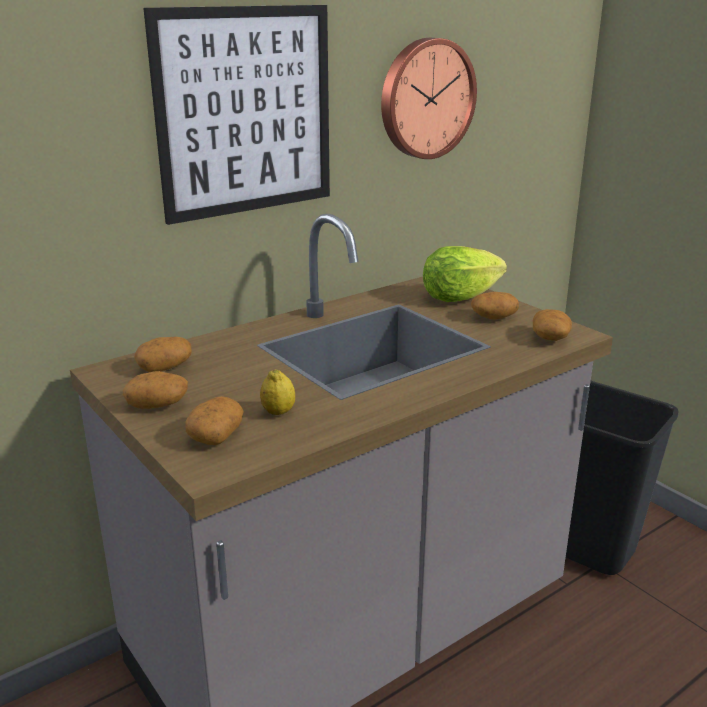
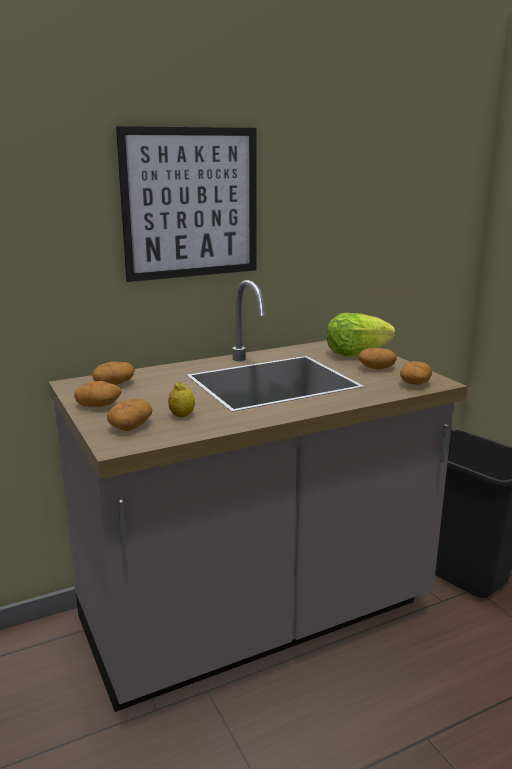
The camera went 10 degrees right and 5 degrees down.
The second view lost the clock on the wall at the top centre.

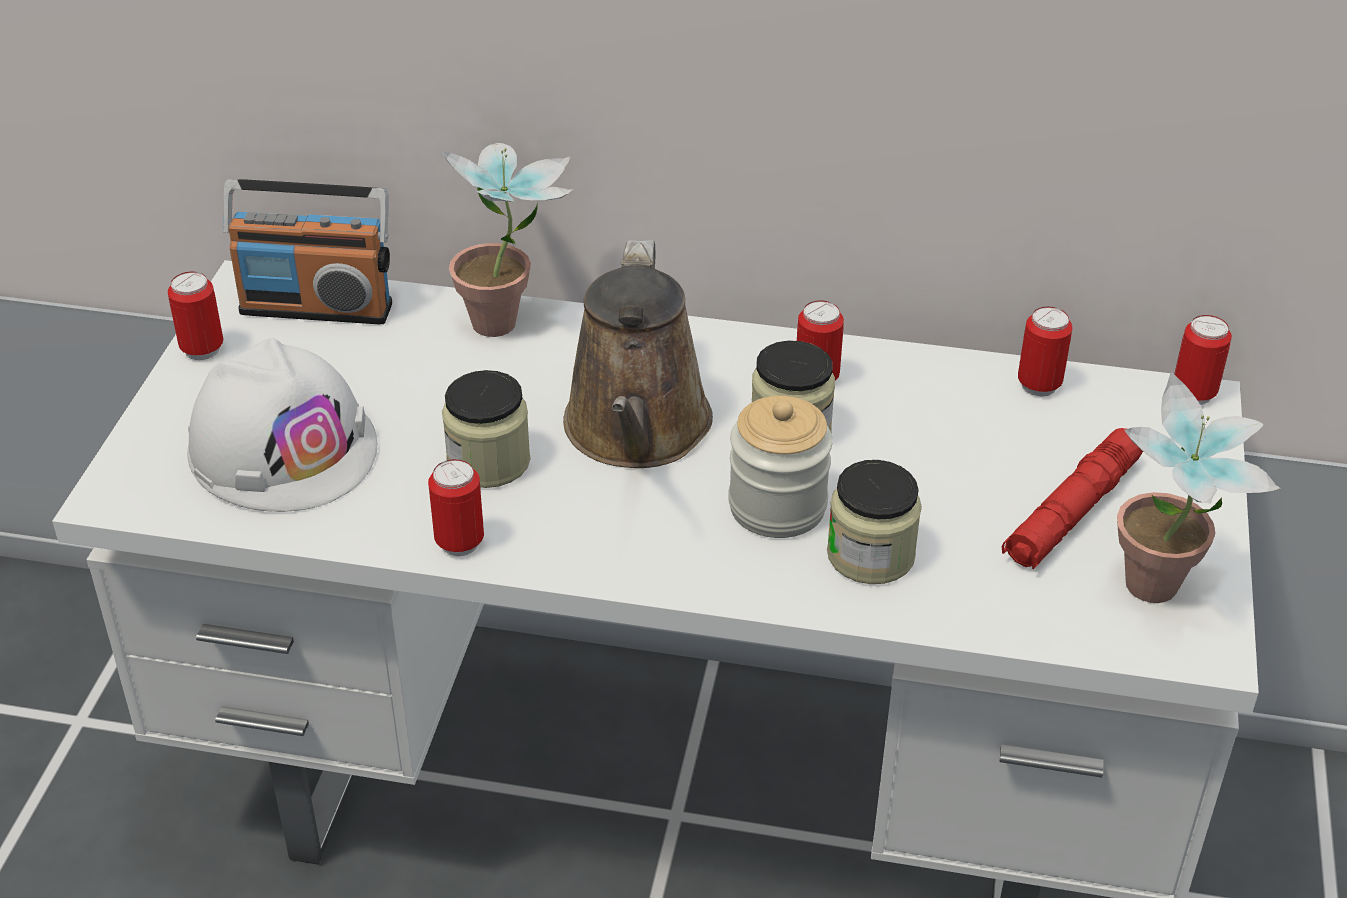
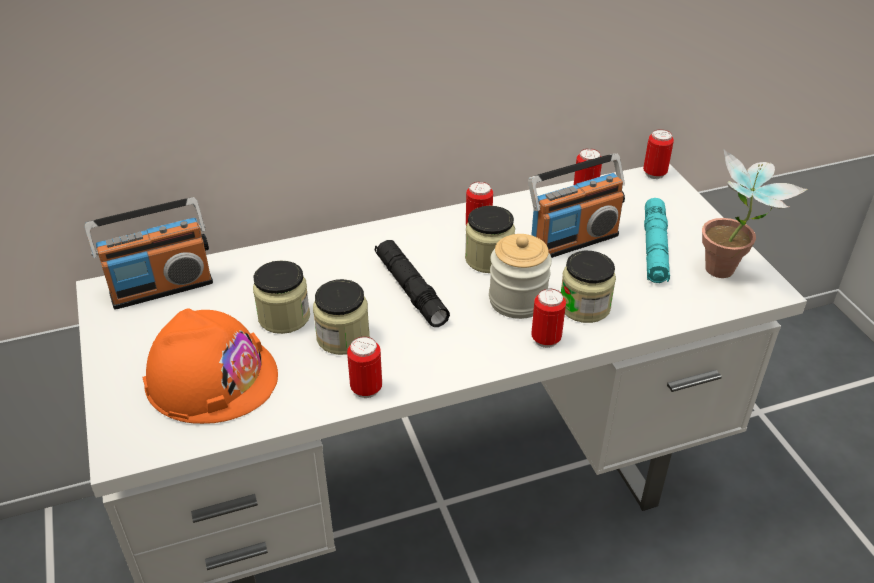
The camera went 30 degrees left and 0 degrees up.
What was the whitish work helmet at the middle left turned into the orange-coloured work helmet at the middle left.
The second view gained the preserve jar (1st from left) at the middle left.
Where the brownish sprinkling can stood at the centre, the black flashlight came to stand at the centre.
The second view gained the radio (2nd from left) at the centre.
The metal can (1st from left in the first image) ended up elsewhere, having gone from the middle left to the centre.
What was the red-coloured flashlight at the middle right turned into the turquoise-coloured flashlight at the middle right.
The second view lost the houseplant (1st from left) at the top centre.

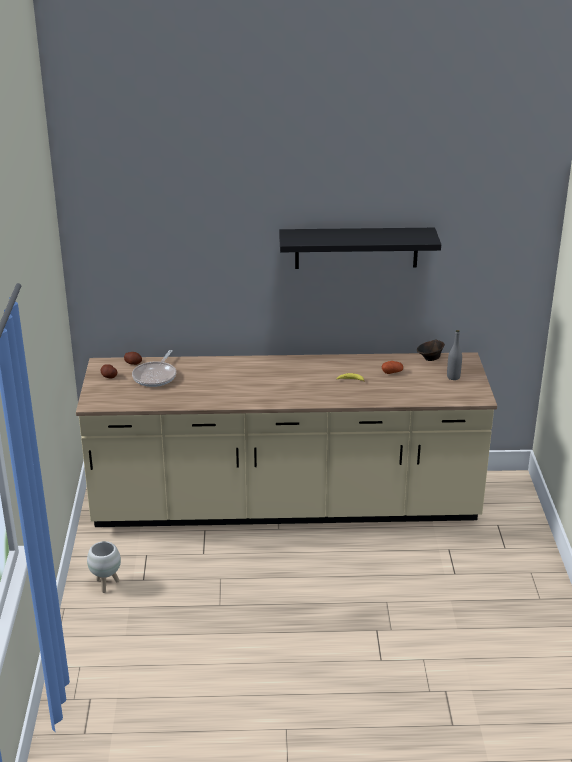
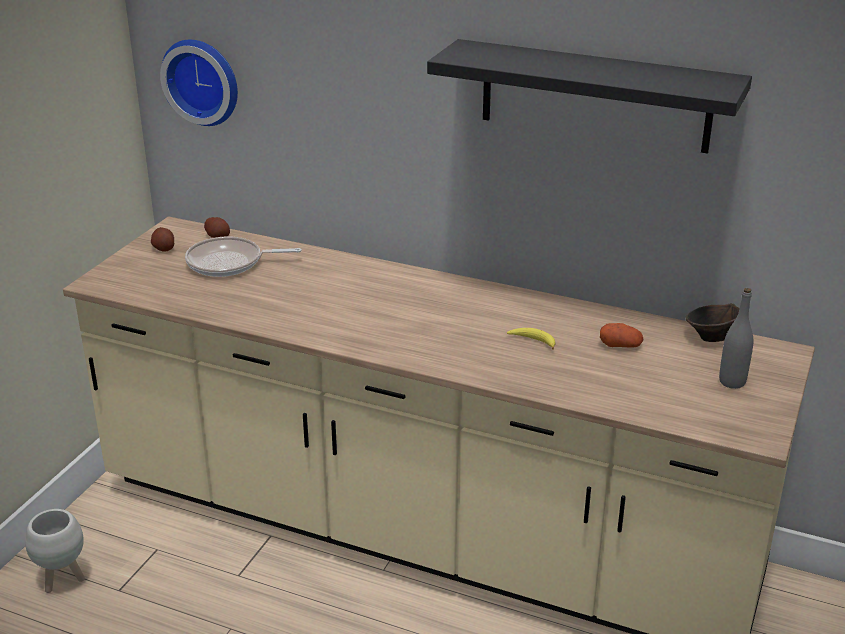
The camera went 25 degrees right and 0 degrees up.
The second view gained the clock on the wall at the top left.
The pan at the middle left ended up facing another way, 45 degrees clockwise from before.

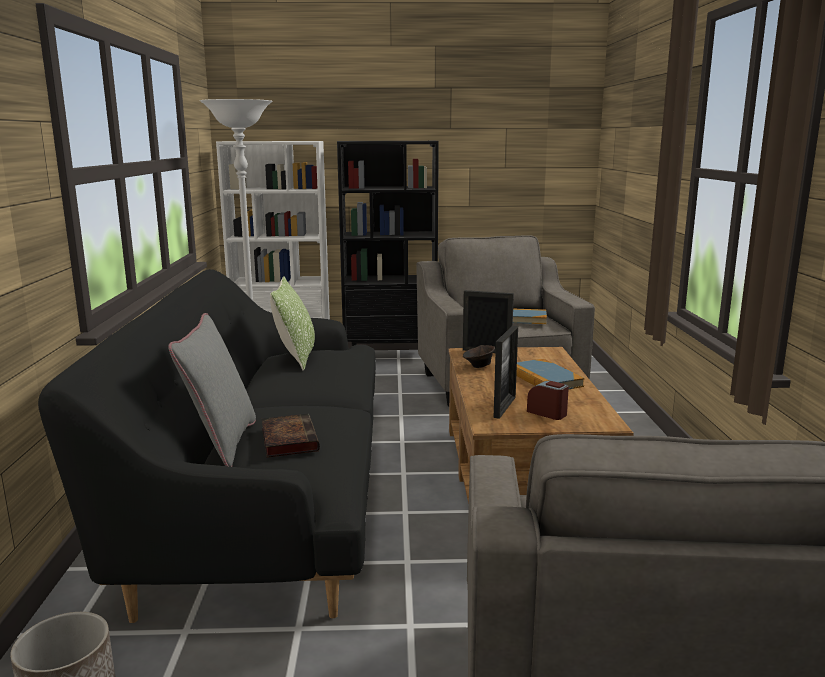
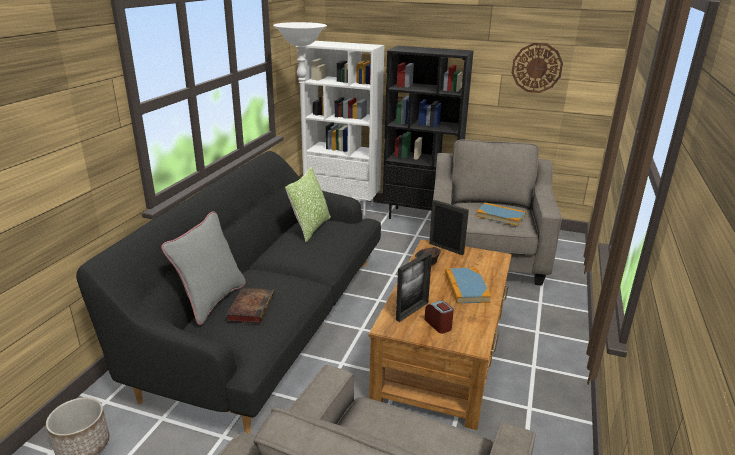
The camera went 20 degrees right and 10 degrees up.
The second view gained the clock on the wall at the top right.

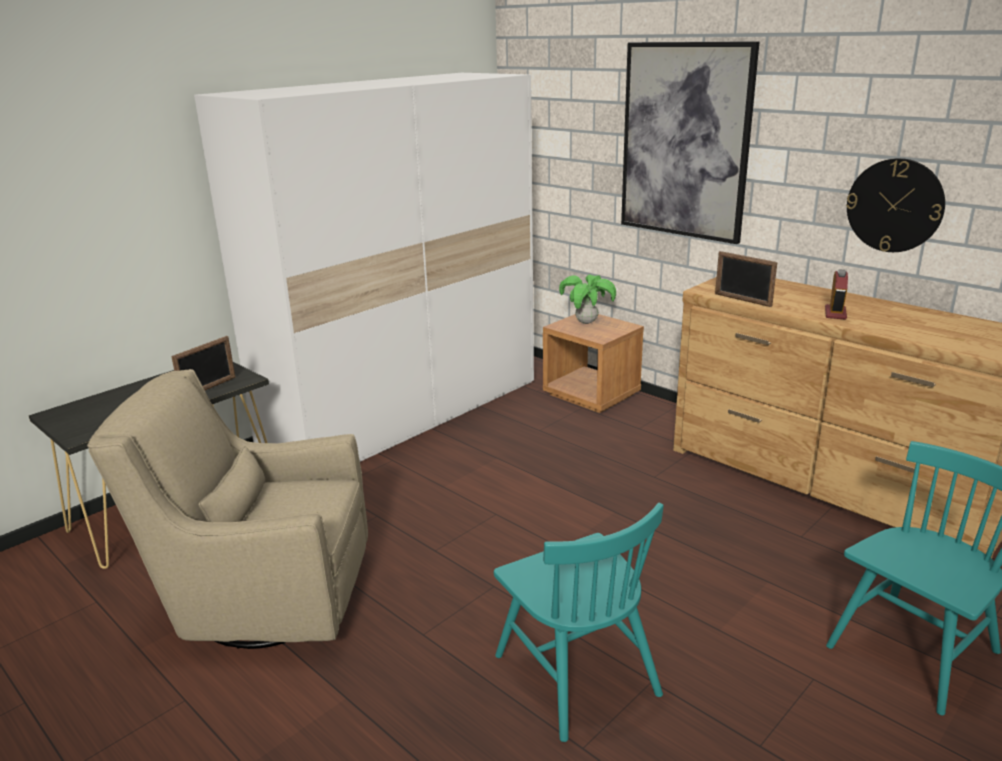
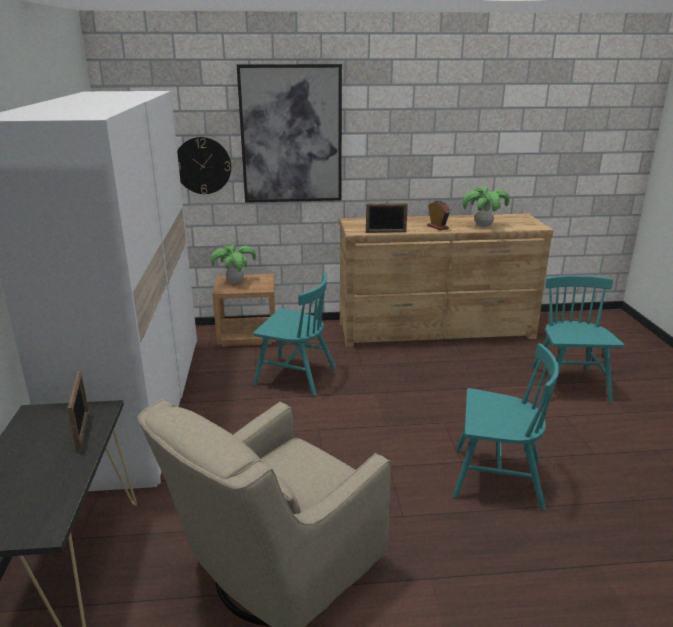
The camera went 50 degrees left and 0 degrees up.
The clock on the wall ended up elsewhere, having gone from the top right to the top left.
The second view gained the turquoise-coloured chair (1st from left) at the centre.
The second view gained the houseplant (2nd from left) at the top right.

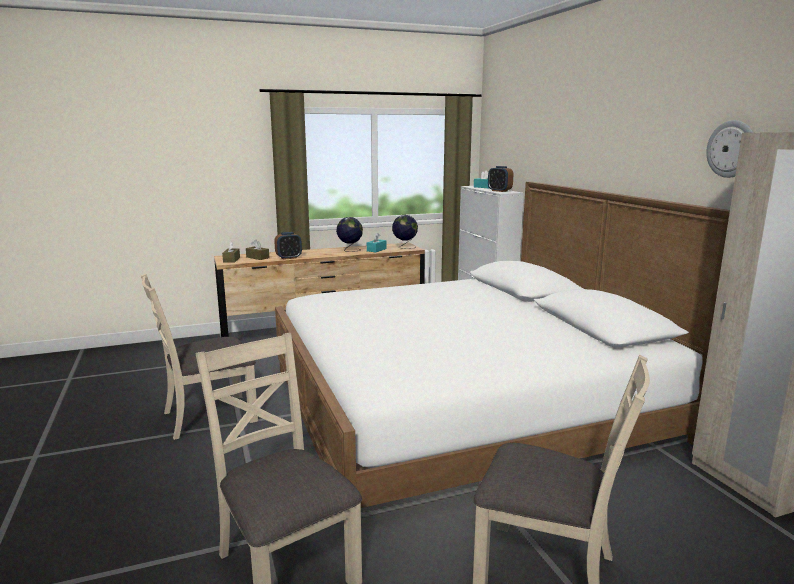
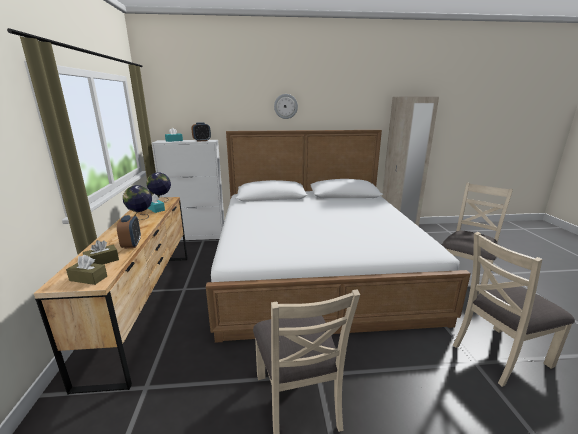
The camera went 75 degrees left and 5 degrees up.
The clock on the wall ended up elsewhere, having gone from the top right to the top centre.

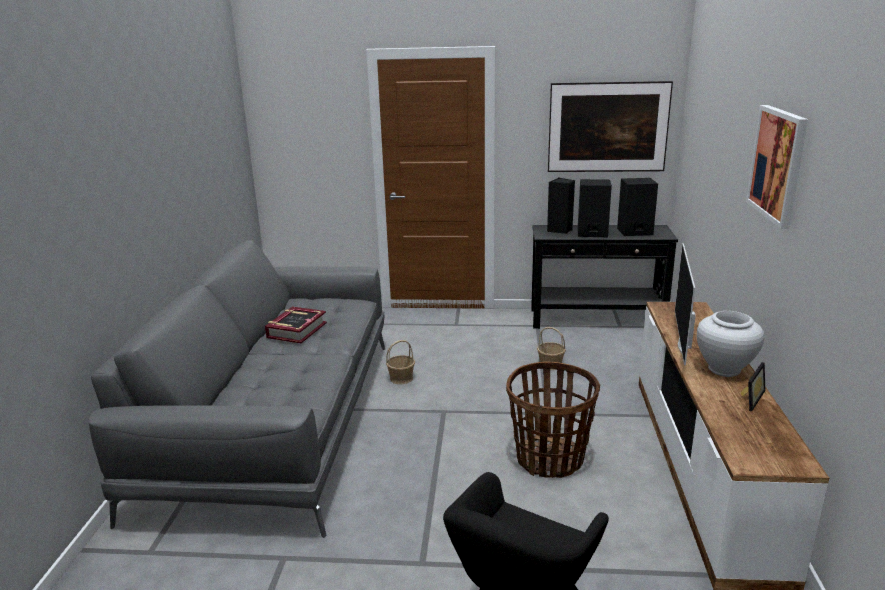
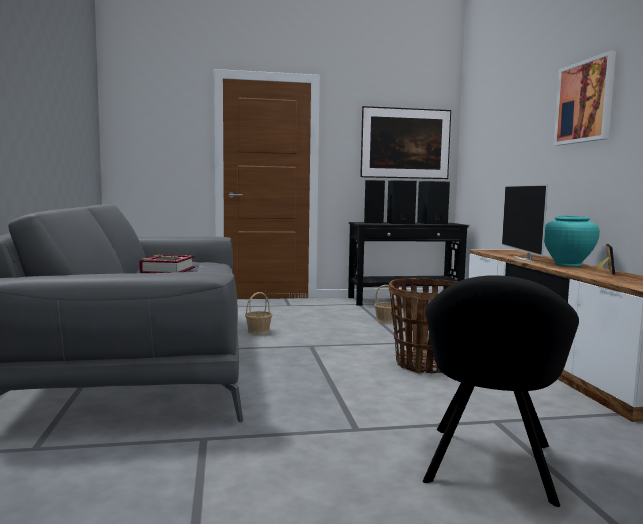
The camera went 15 degrees left and 15 degrees down.
What was the whitish vase at the middle right turned into the turquoise-coloured vase at the middle right.

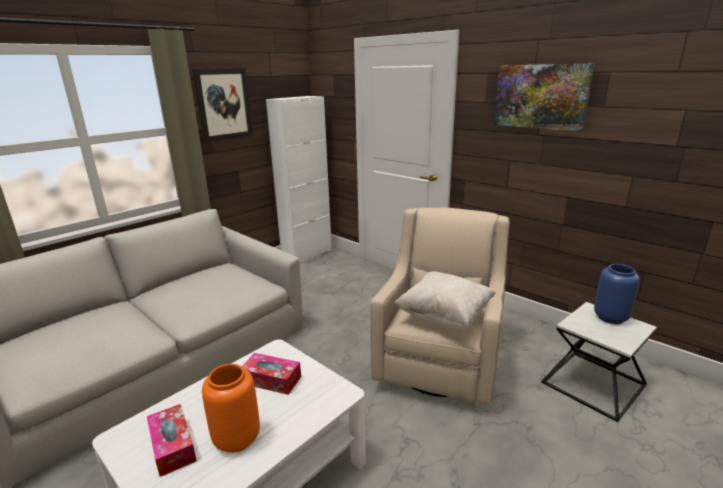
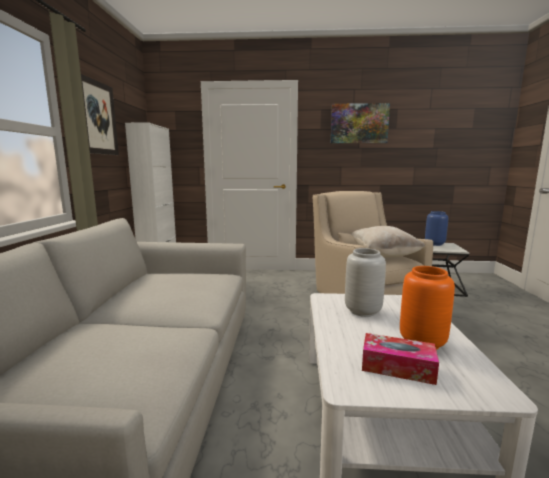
The camera went 40 degrees left and 10 degrees down.
Where the tissue box (2nd from left) stood at the bottom centre, the greyish vase came to stand at the centre.

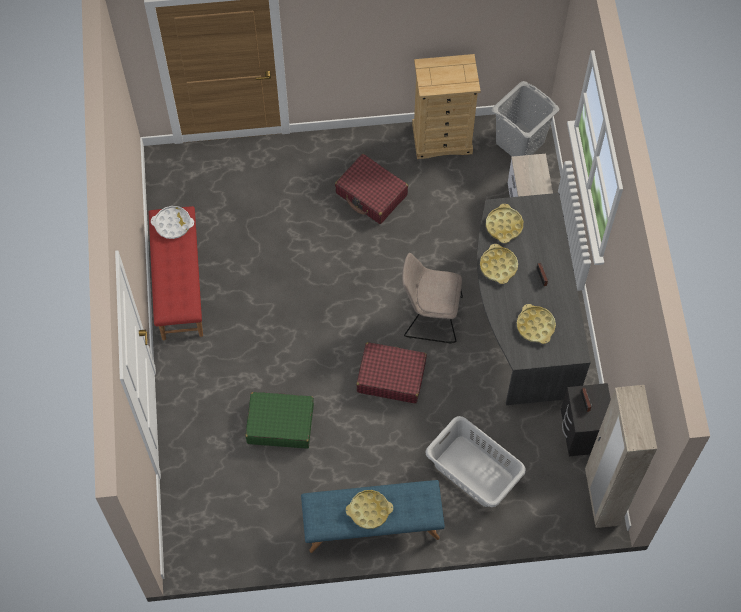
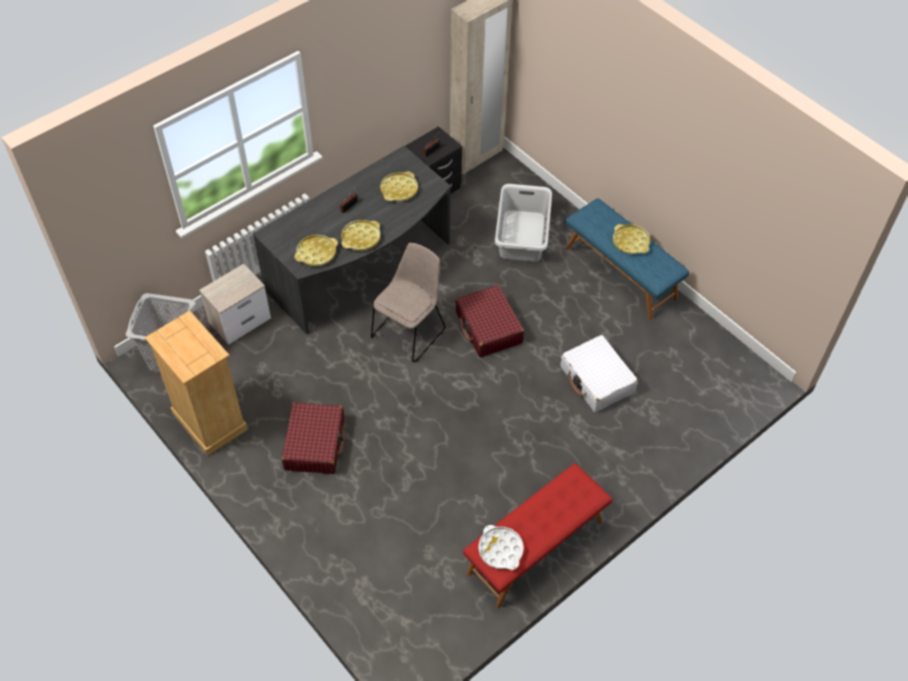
The camera went 125 degrees left and 10 degrees down.
The beige chair at the centre ended up facing another way, 120 degrees counterclockwise from before.
What was the greenish piece of luggage at the bottom centre turned into the whitish piece of luggage at the centre.

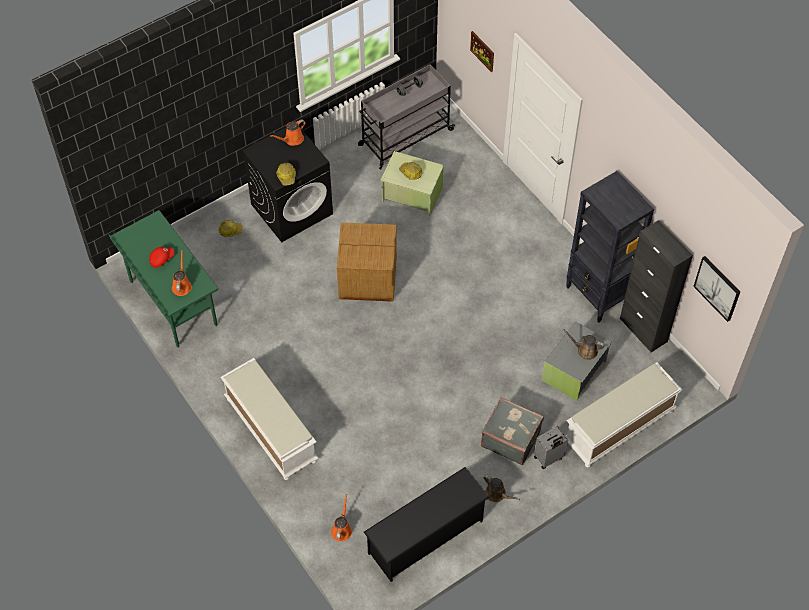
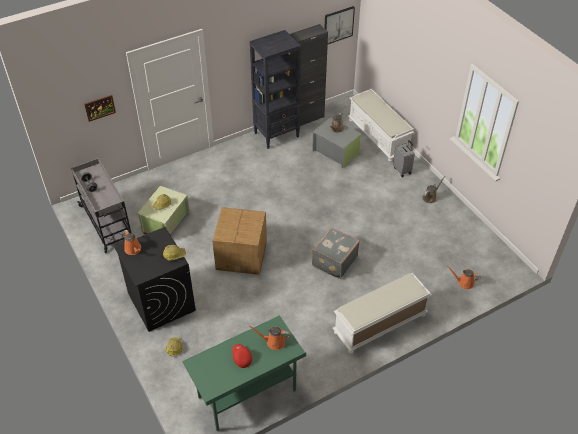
The camera went 85 degrees left and 10 degrees down.
The greyish piece of luggage (1st from left) ended up elsewhere, having gone from the bottom centre to the centre.
The second view lost the black shoe stand at the bottom centre.

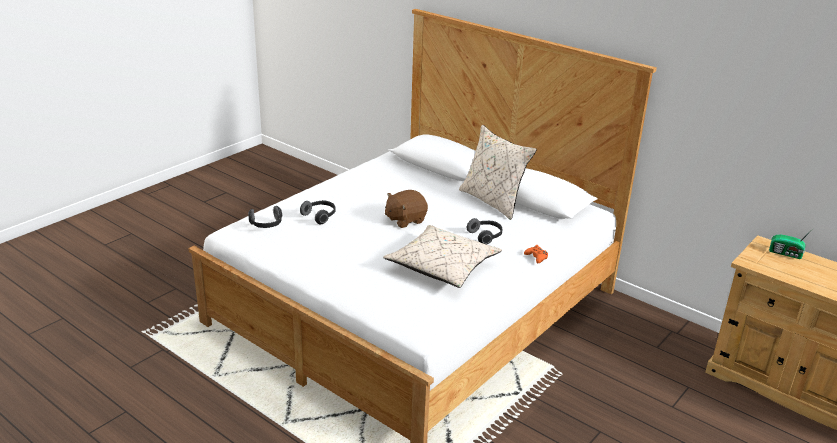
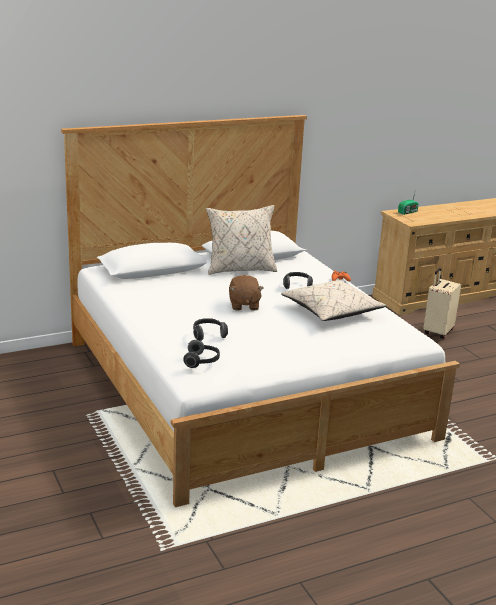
The camera went 65 degrees left and 5 degrees down.
The second view gained the beige piece of luggage at the middle right.

